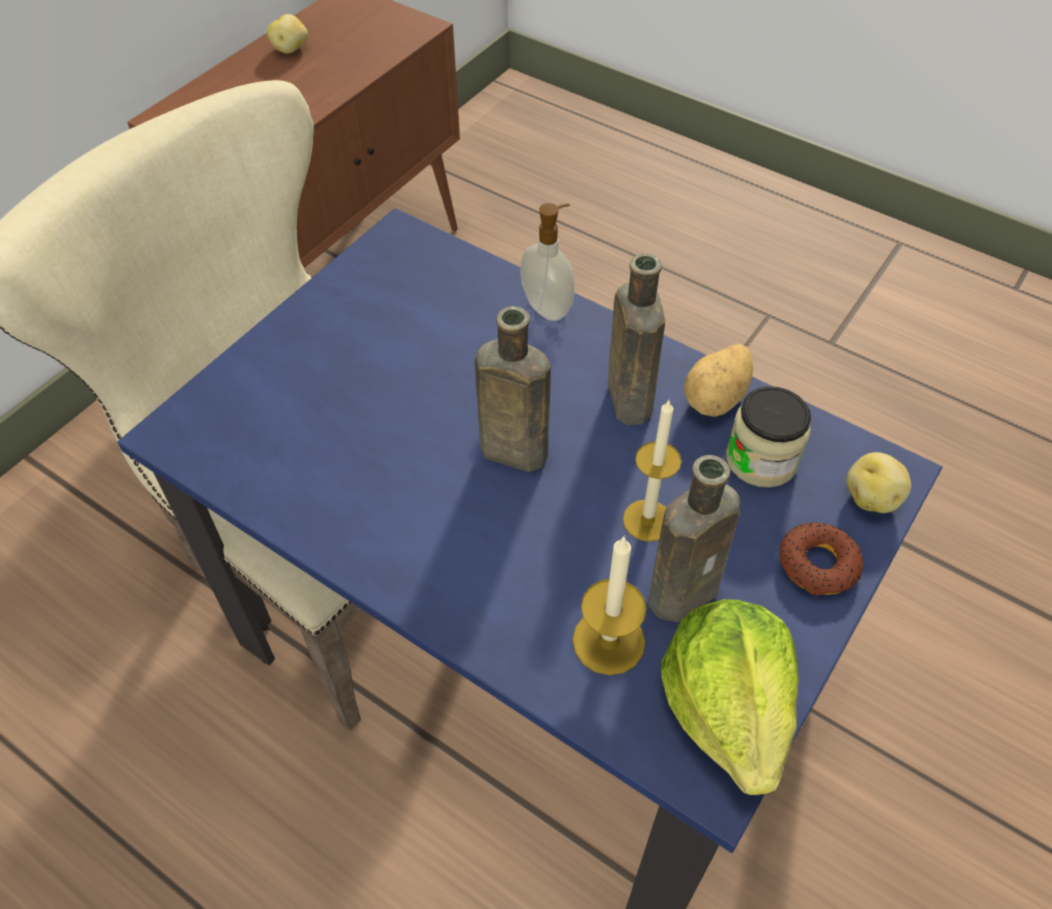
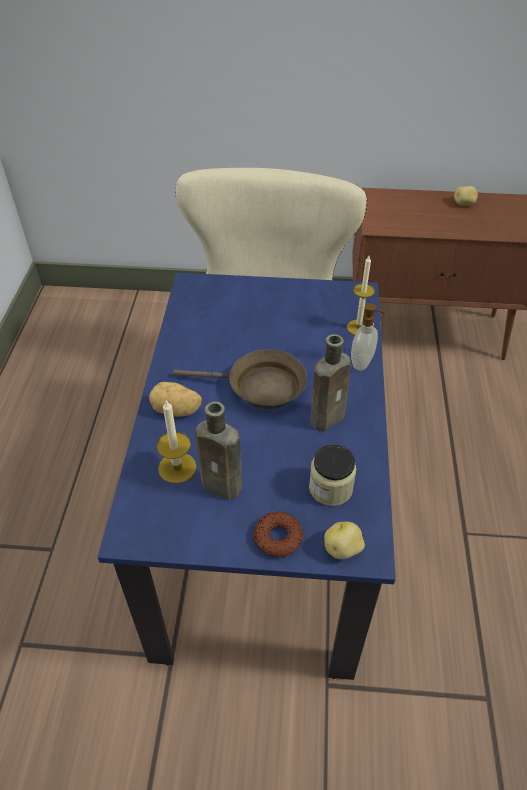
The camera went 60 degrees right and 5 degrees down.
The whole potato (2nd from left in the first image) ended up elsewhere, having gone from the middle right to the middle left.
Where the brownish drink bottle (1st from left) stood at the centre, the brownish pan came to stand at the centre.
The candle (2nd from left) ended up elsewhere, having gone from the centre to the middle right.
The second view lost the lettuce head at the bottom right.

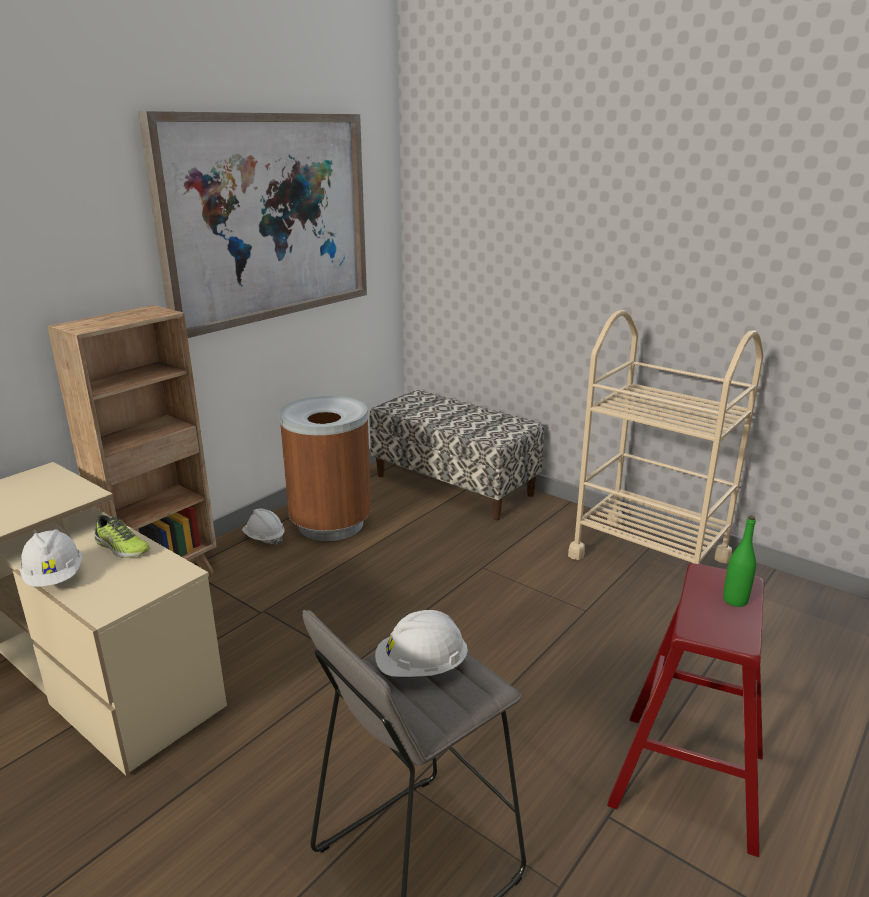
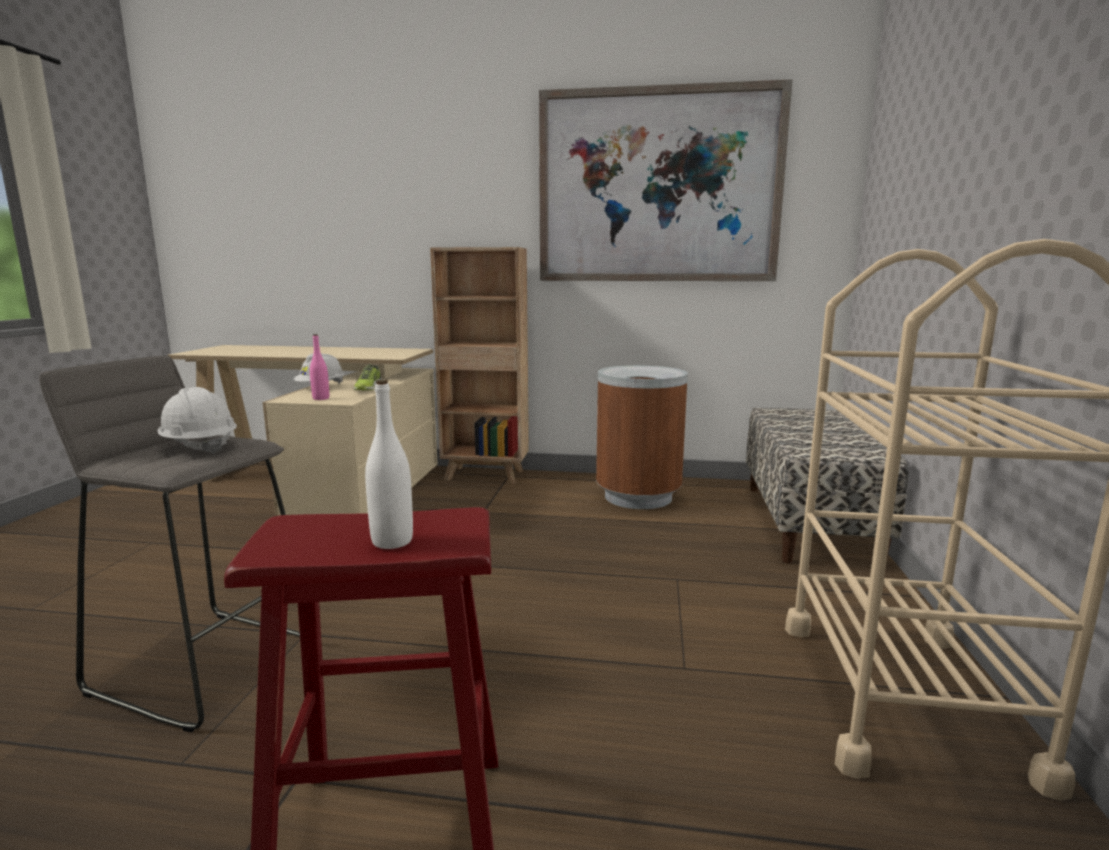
The camera went 60 degrees right and 10 degrees down.
The second view gained the pink-coloured drink bottle at the middle left.
What was the greenish drink bottle at the middle right turned into the whitish drink bottle at the centre.
The second view lost the whitish work helmet (2nd from left) at the middle left.

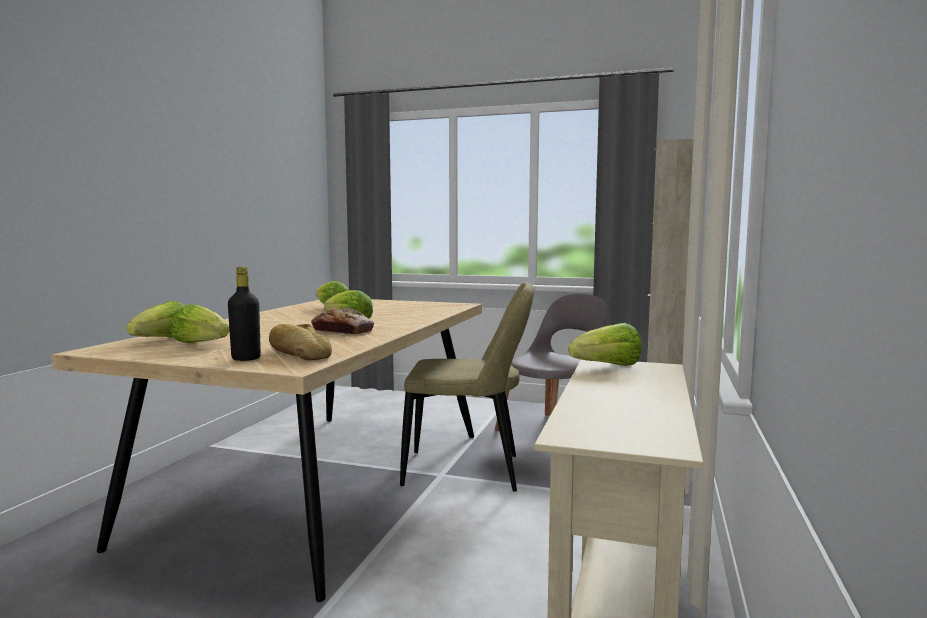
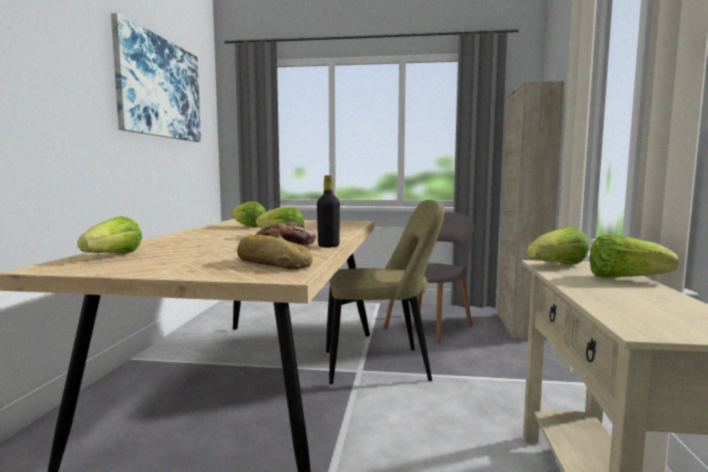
The camera went 10 degrees left and 0 degrees up.
The second view gained the wall picture at the top left.
The black drink bottle ended up elsewhere, having gone from the middle left to the centre.
The lettuce head (2nd from left in the first image) ended up elsewhere, having gone from the middle left to the middle right.

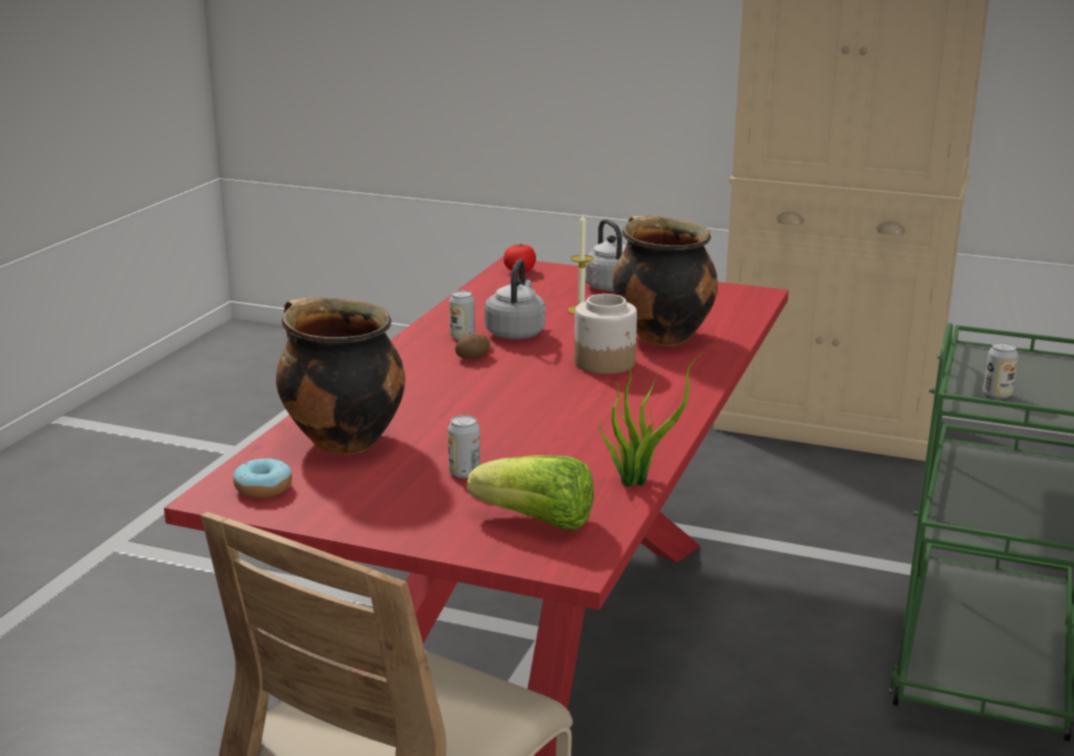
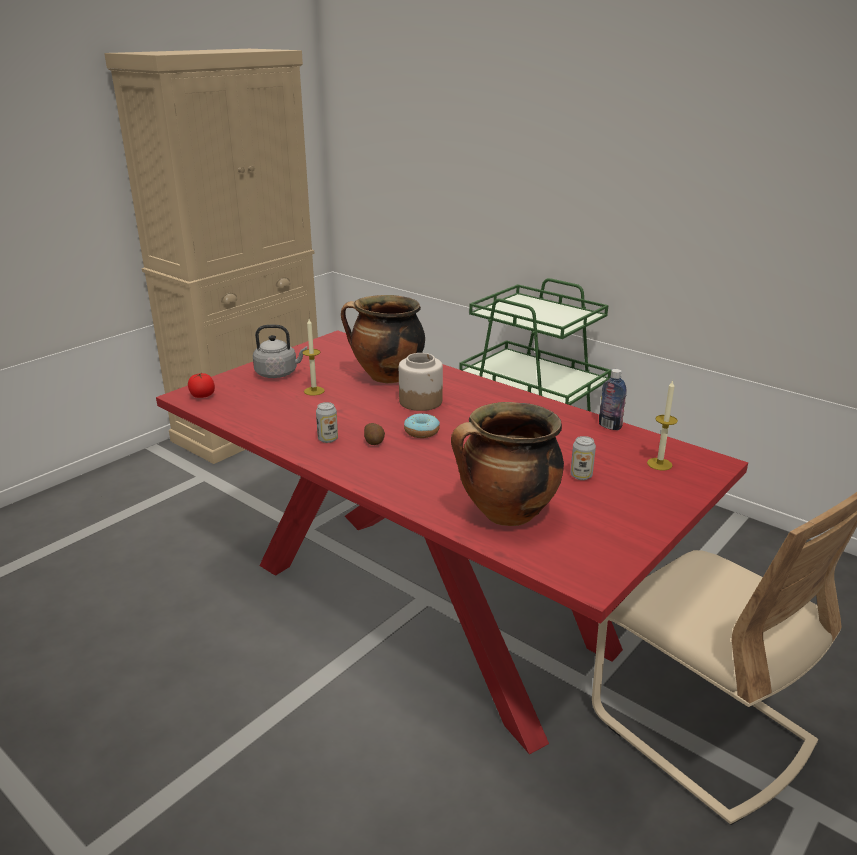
The camera went 70 degrees left and 5 degrees up.
The ring doughnut ended up elsewhere, having gone from the middle left to the centre.
Where the houseplant stood at the centre, the drink bottle came to stand at the middle right.
Where the lettuce head stood at the centre, the candle (2nd from left) came to stand at the middle right.
The second view lost the greyish kettle (1st from left) at the centre.
The second view lost the metal can (3rd from left) at the middle right.

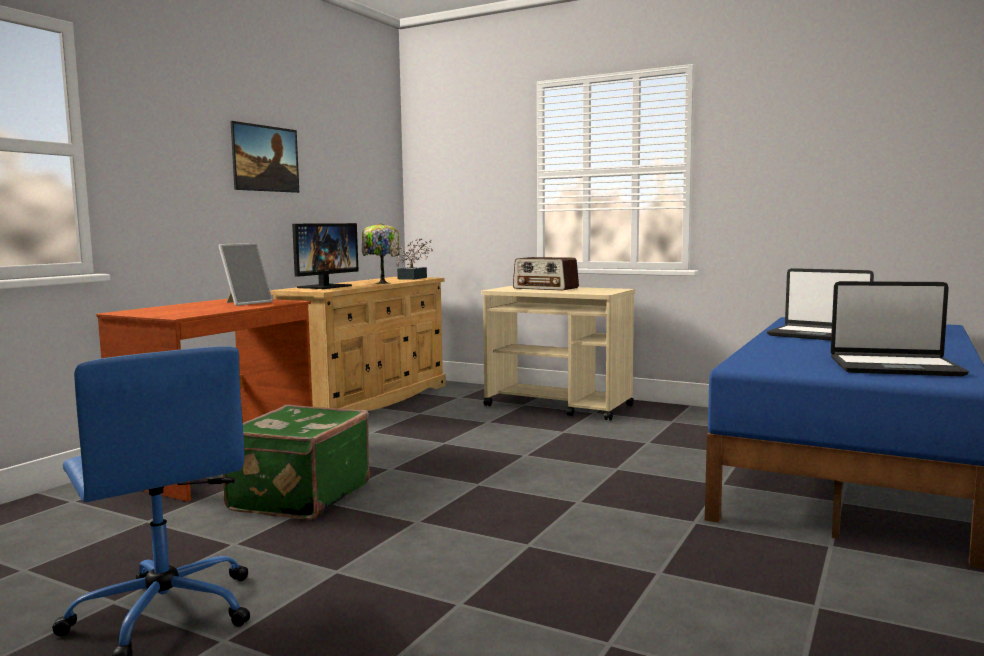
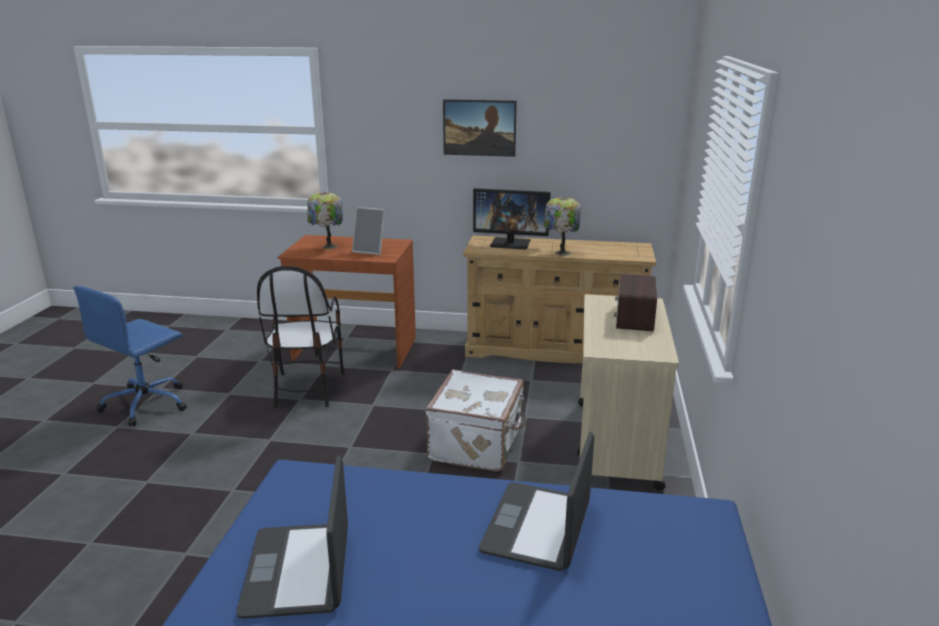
The camera went 70 degrees right and 15 degrees up.
Where the greenish piece of luggage stood at the bottom left, the chair came to stand at the middle left.
The second view gained the table lamp (1st from left) at the centre.
The second view gained the whitish piece of luggage at the bottom centre.
The second view lost the houseplant at the centre.

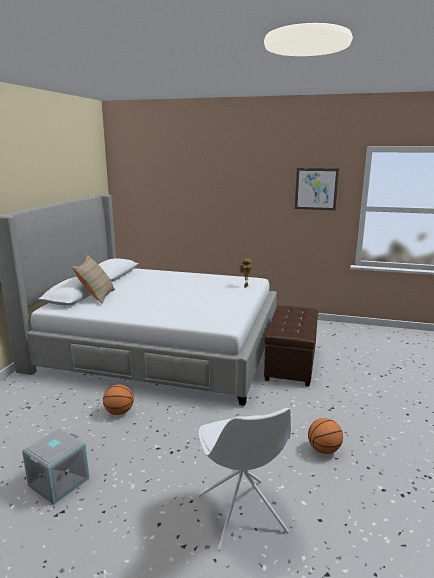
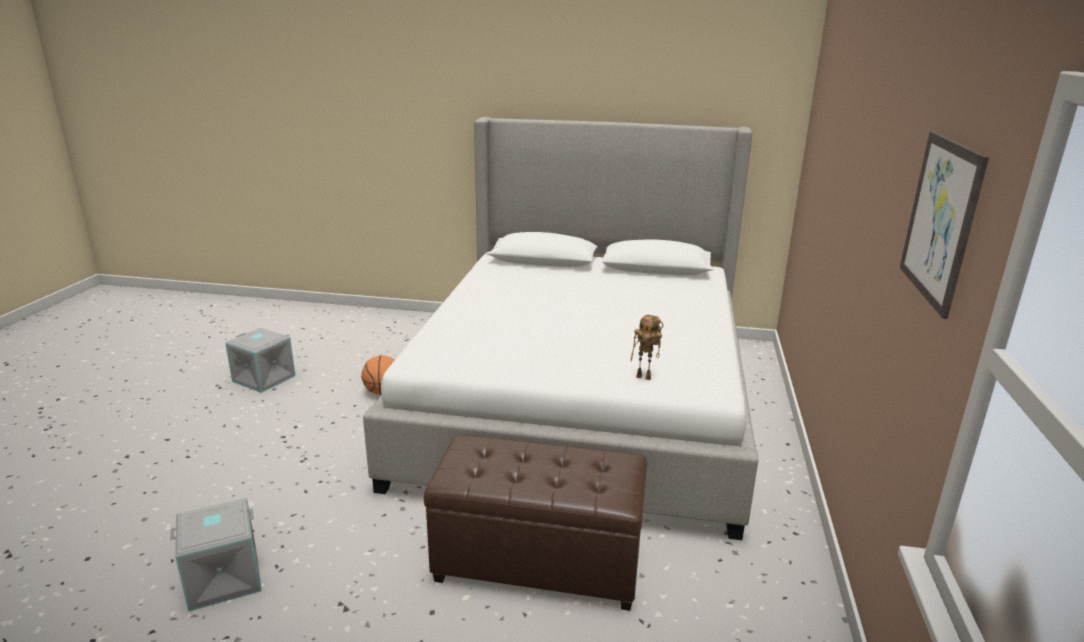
The camera went 85 degrees right and 5 degrees up.
Where the basketball (2nd from left) stood at the bottom right, the greyish storage container (1st from left) came to stand at the bottom left.
The second view lost the beige cushion at the middle left.
The second view lost the whitish chair at the bottom centre.

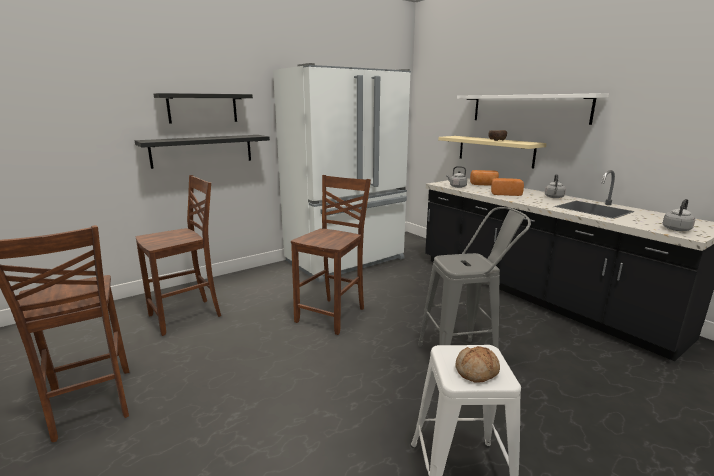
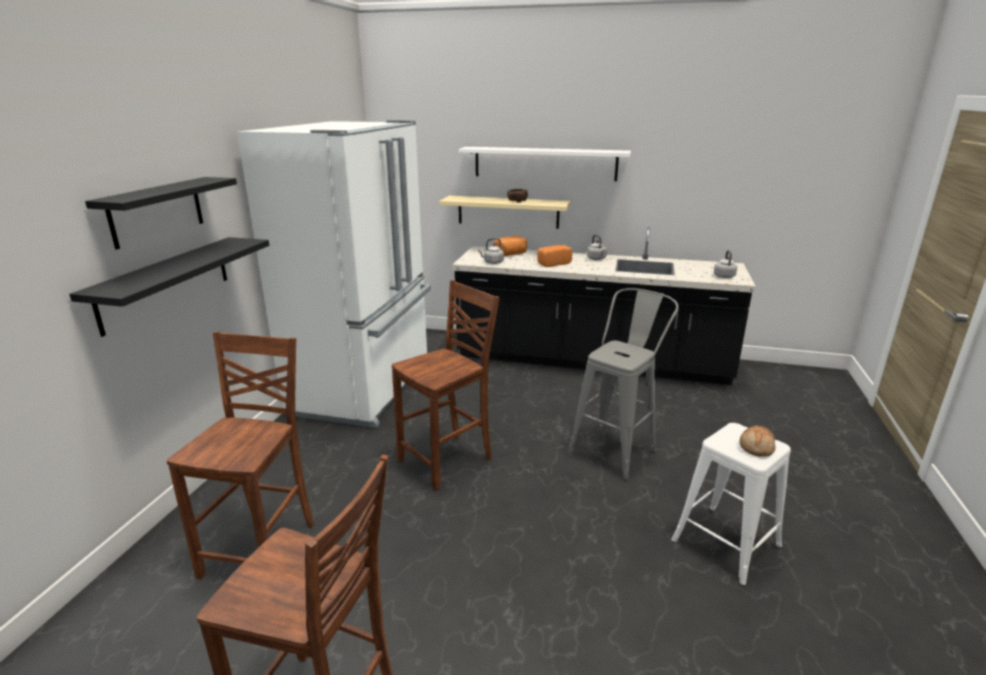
The camera went 40 degrees left and 5 degrees up.
The brownish chair (3rd from left) at the centre ended up facing another way, 60 degrees clockwise from before.

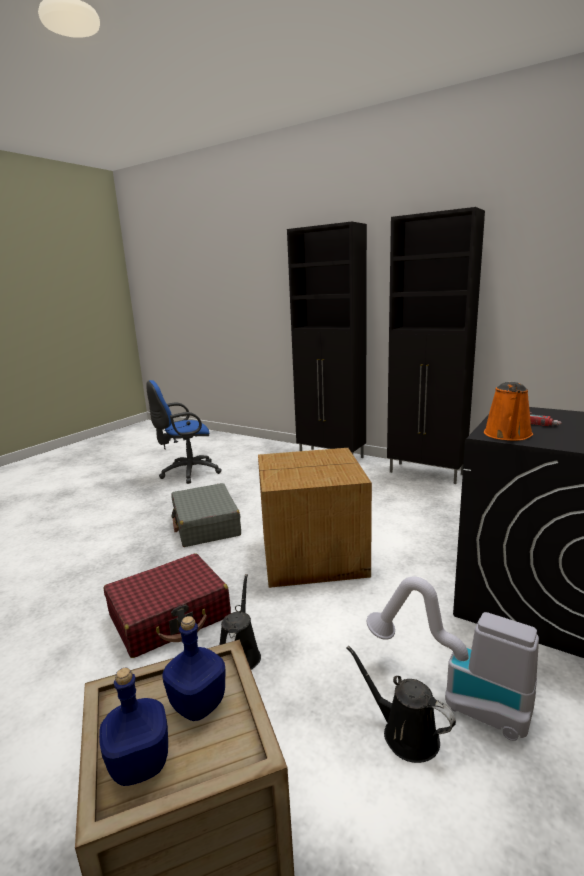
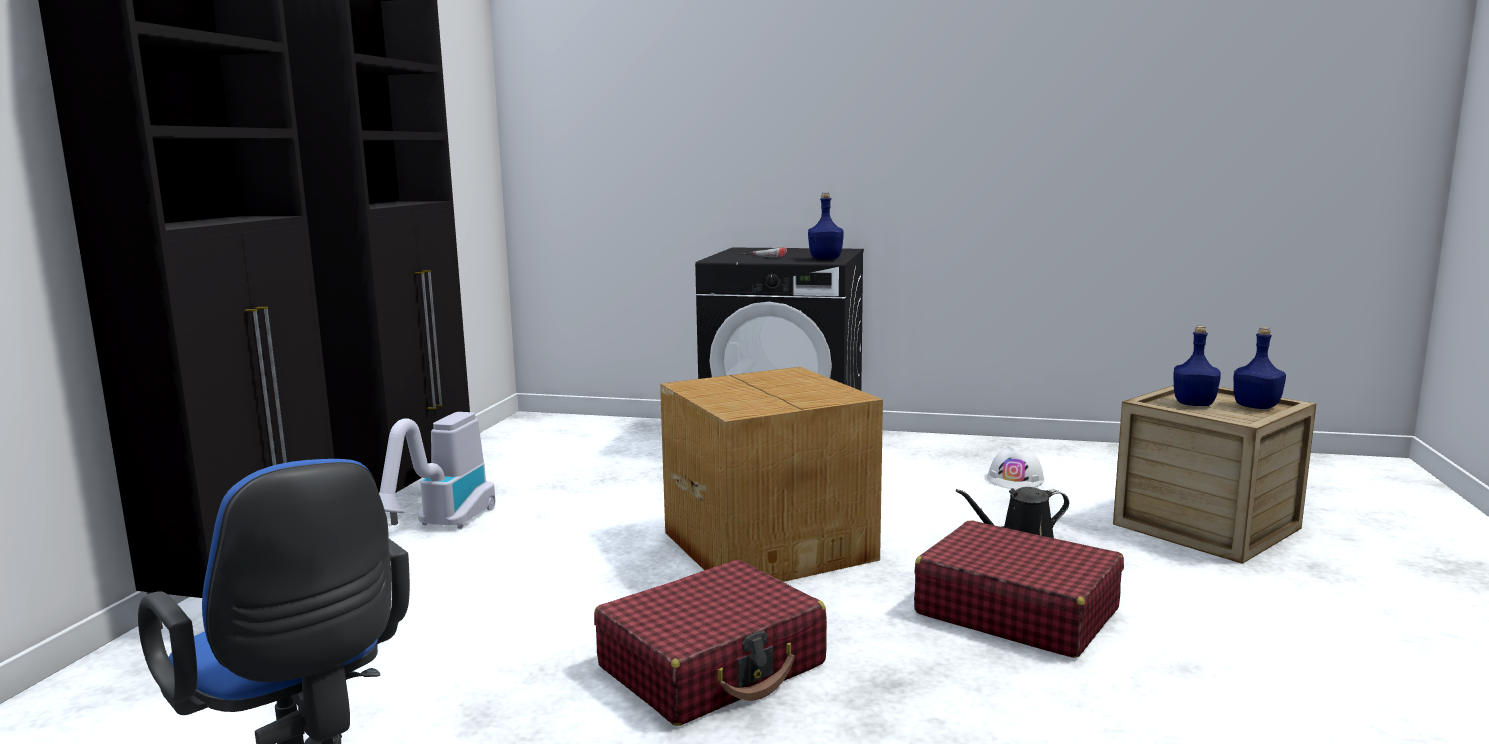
The camera went 110 degrees left and 5 degrees down.
The vacuum ended up elsewhere, having gone from the bottom right to the middle left.
What was the greyish piece of luggage at the centre turned into the red-coloured piece of luggage (1st from left) at the bottom centre.
Where the orange-coloured sprinkling can stood at the middle right, the blue-coloured drink bottle (1st from left) came to stand at the top centre.
Where the black sprinkling can (2nd from left) stood at the bottom right, the whitish work helmet came to stand at the middle right.

